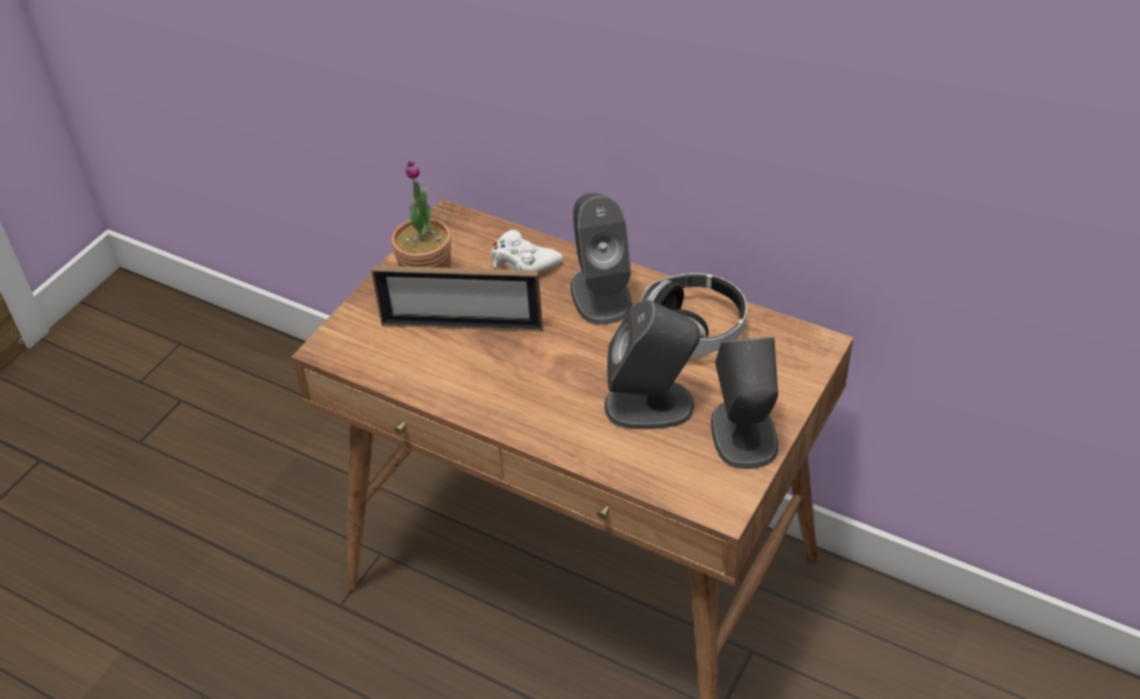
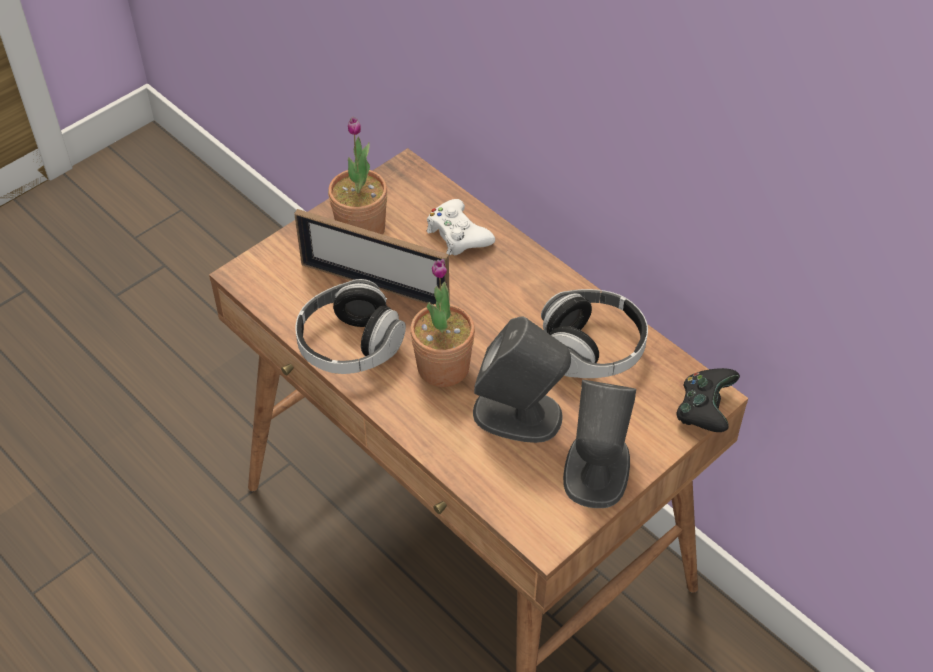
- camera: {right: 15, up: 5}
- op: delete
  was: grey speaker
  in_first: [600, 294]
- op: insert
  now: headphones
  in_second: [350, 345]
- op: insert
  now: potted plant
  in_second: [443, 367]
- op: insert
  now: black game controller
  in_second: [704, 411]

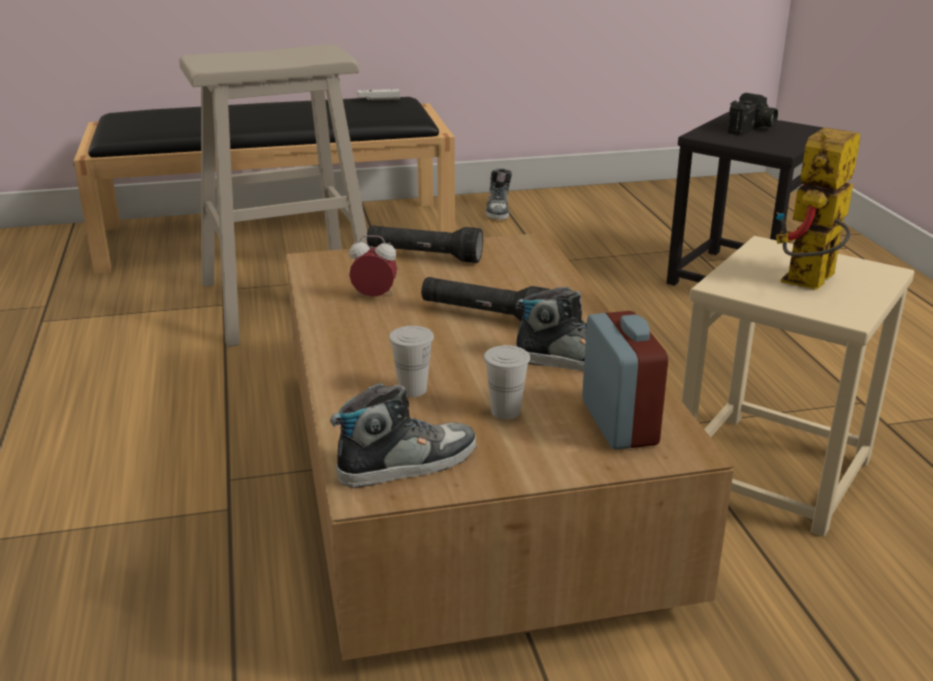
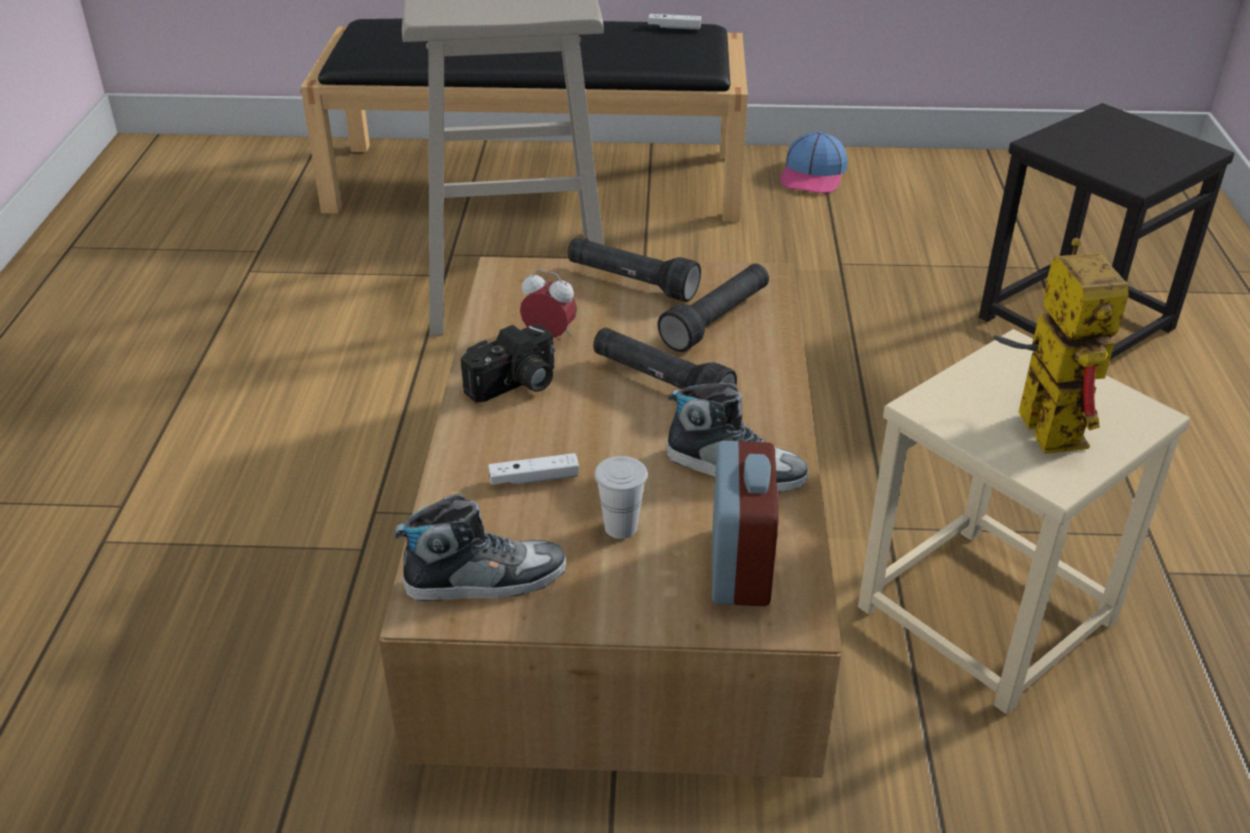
- camera: {right: 15, up: 10}
- op: insert
  now: black flashlight
  in_second: [717, 320]
- op: move
  was: photo camera
  in_first: [752, 128]
  in_second: [515, 385]
- op: replace
  was: white cup
  now: white game controller
  in_first: [412, 390]
  in_second: [534, 478]
- op: replace
  was: shoe
  now: cap
  in_first: [498, 210]
  in_second: [813, 175]
- op: rotate
  was: toy robot
  in_first: [809, 284]
  in_second: [1037, 420]
  clockwise: 120

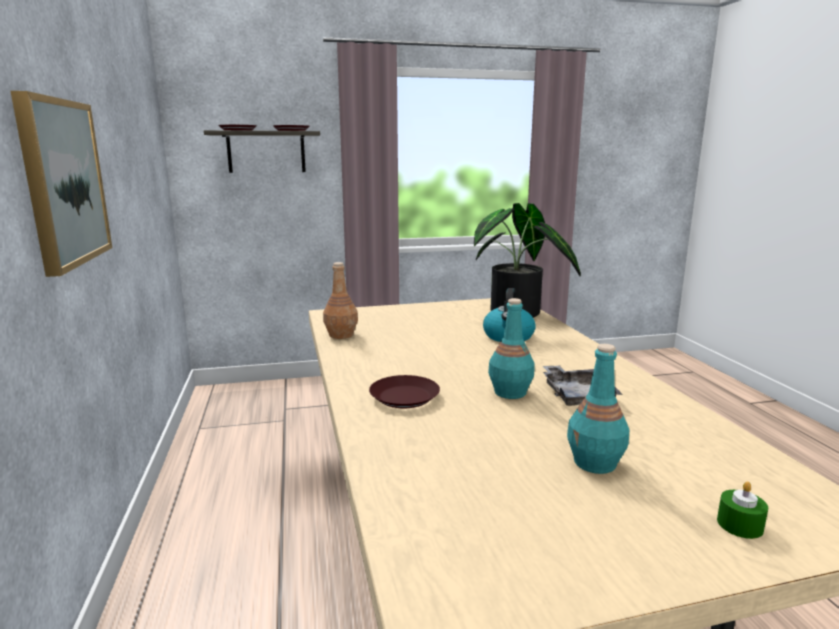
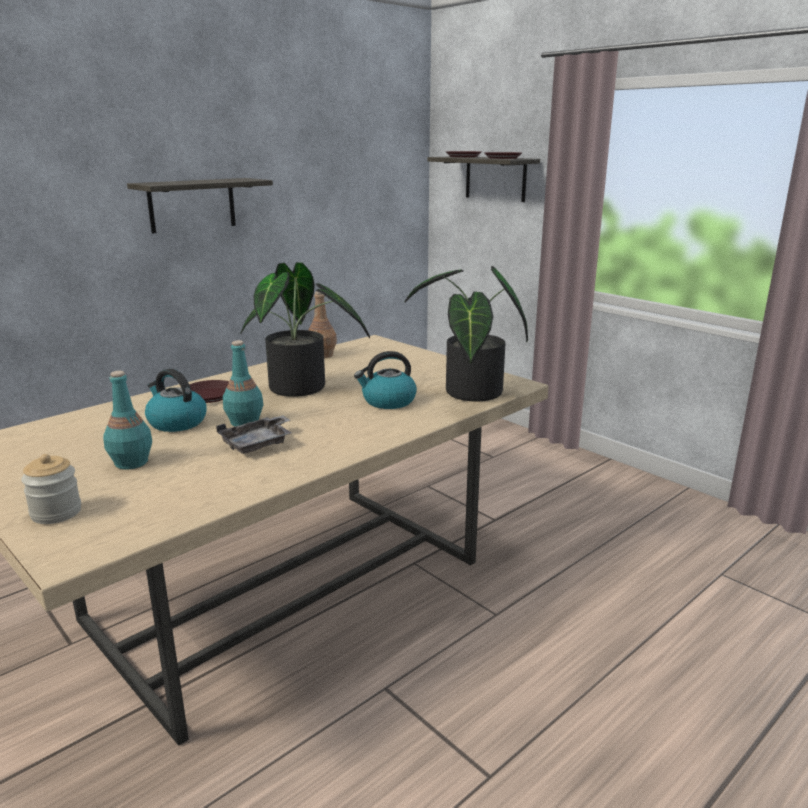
- camera: {right: 60, up: 5}
- op: insert
  now: kettle
  in_second: [176, 422]
- op: insert
  now: potted plant
  in_second: [302, 389]
- op: replace
  was: picture
  now: shelf
  in_first: [63, 182]
  in_second: [192, 205]
- op: replace
  was: green candle
  now: jar
  in_first: [739, 525]
  in_second: [56, 513]

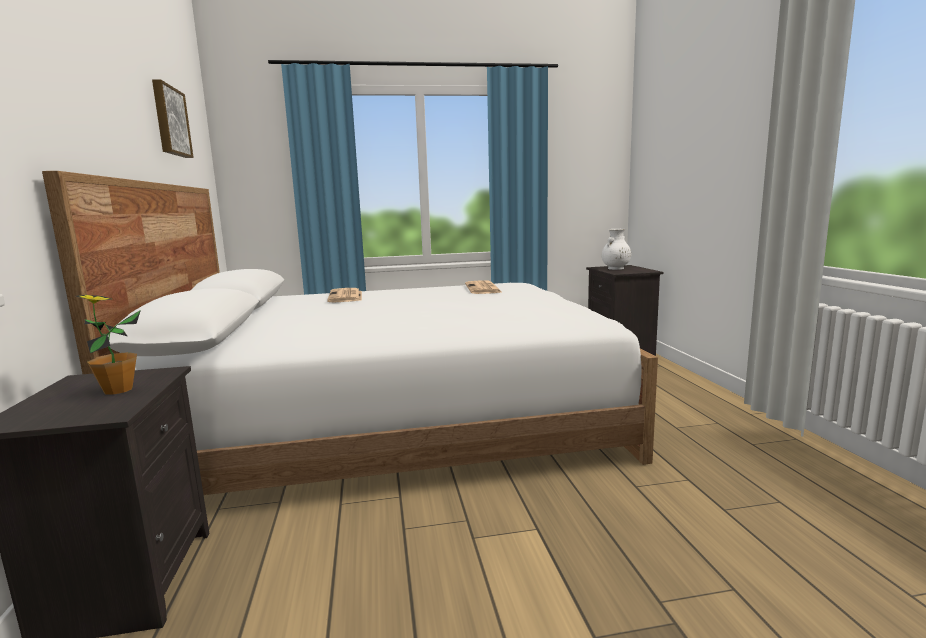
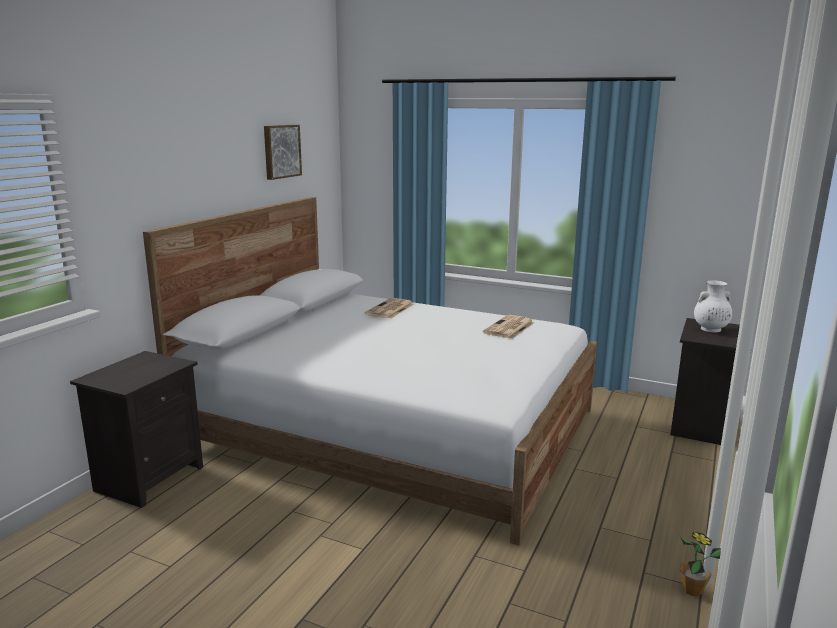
- camera: {right: 35, up: 5}
- op: move
  was: potted plant
  in_first: [118, 390]
  in_second: [692, 590]

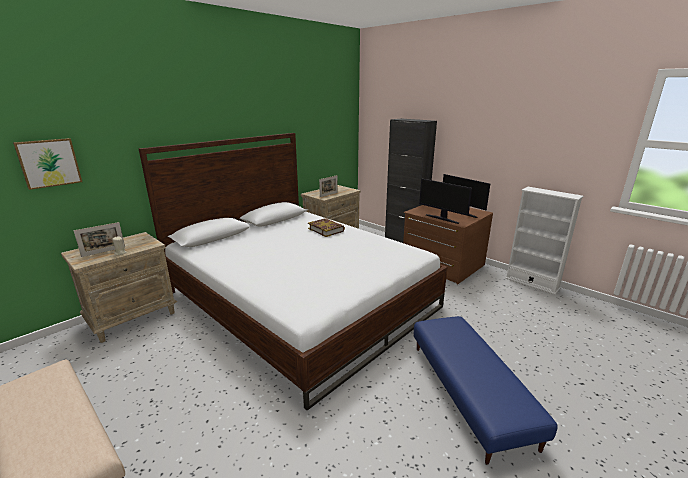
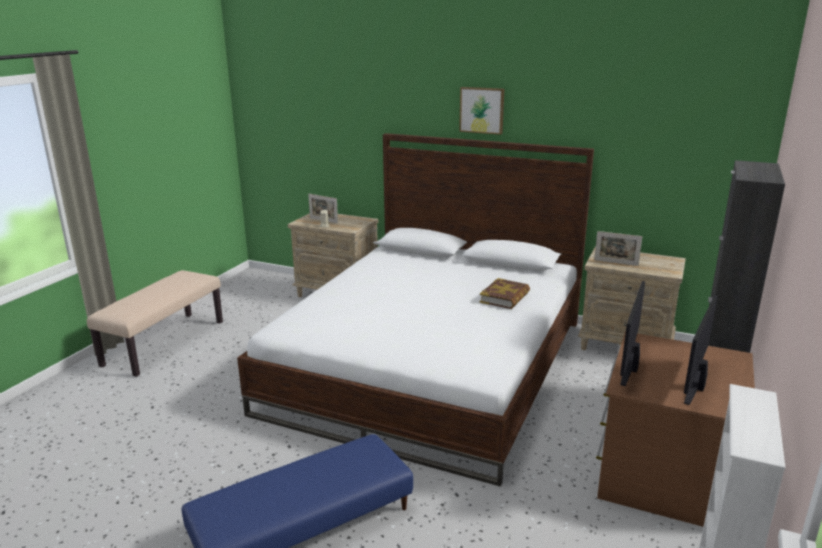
- camera: {right: 70, up: 0}
- op: move
  was: picture
  in_first: [49, 163]
  in_second: [482, 110]

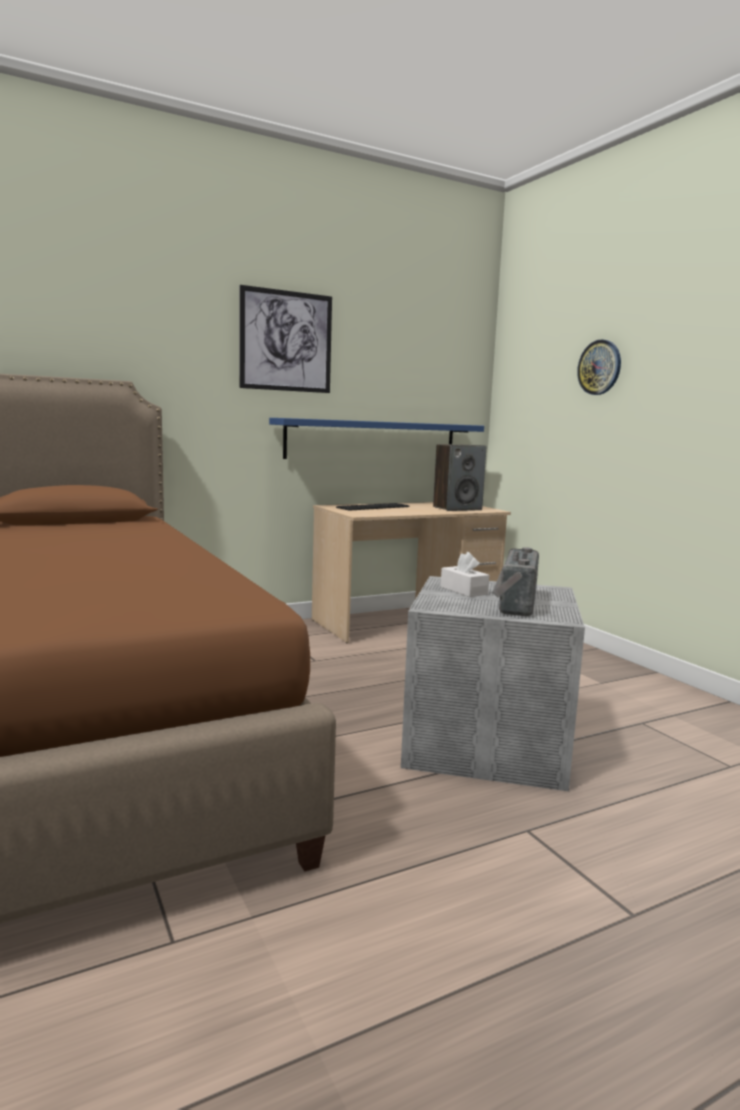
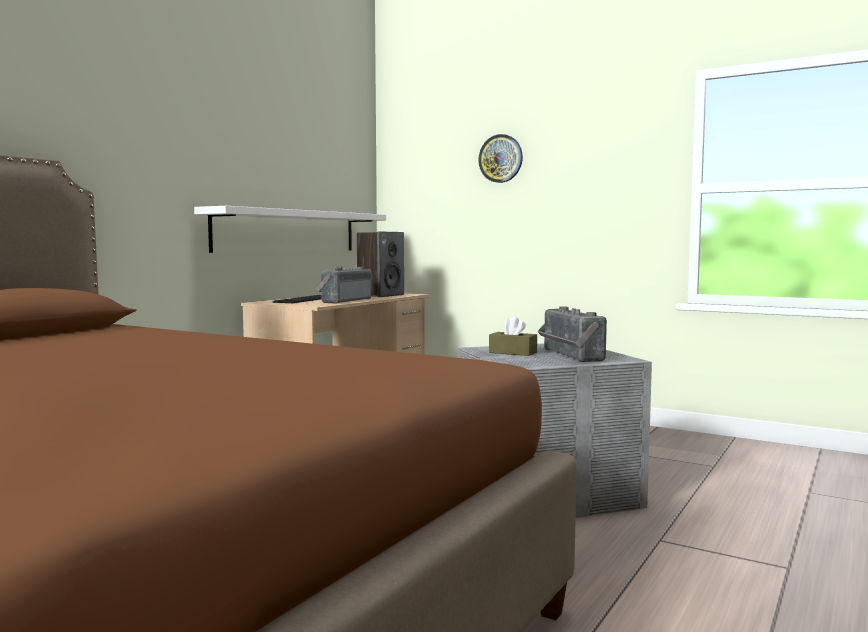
- camera: {right: -30, up: -5}
- op: delete
  was: picture
  in_first: [286, 341]
- op: insert
  now: radio
  in_second: [344, 300]
- op: recolor
  was: blue shelf
  now: white shelf
  in_first: [372, 440]
  in_second: [287, 231]
- op: recolor
  was: white tissue box
  now: brown tissue box
  in_first: [463, 590]
  in_second: [512, 352]

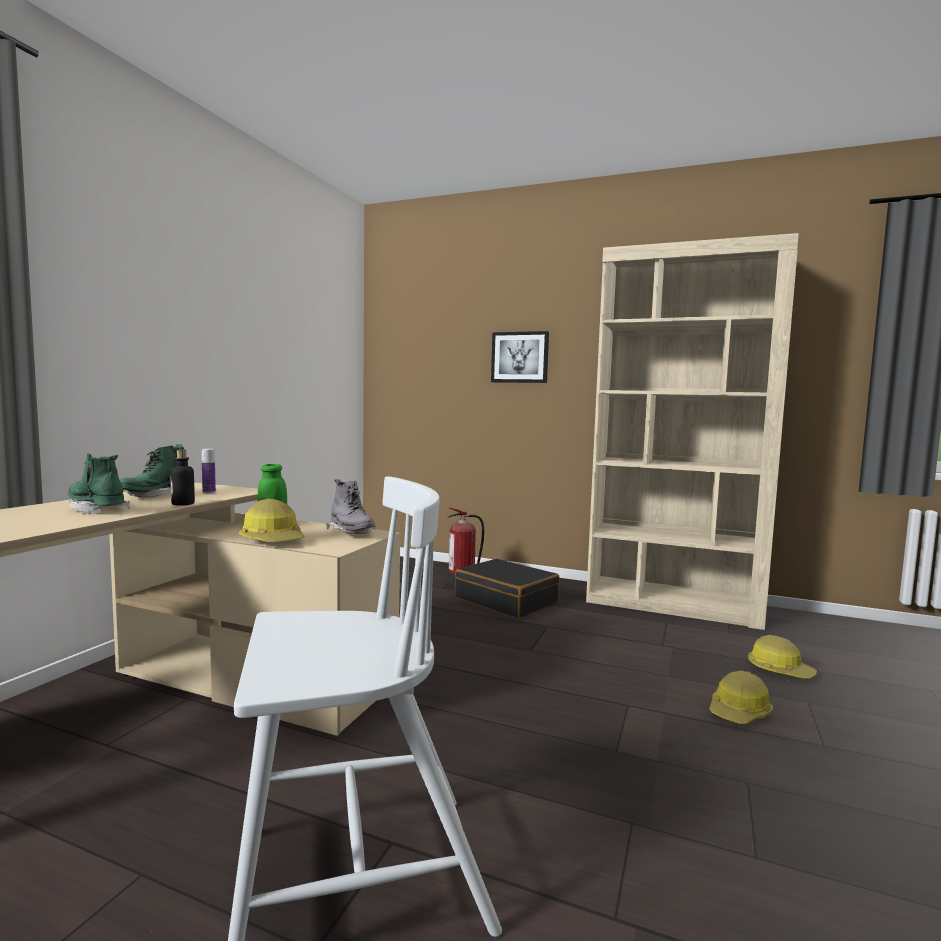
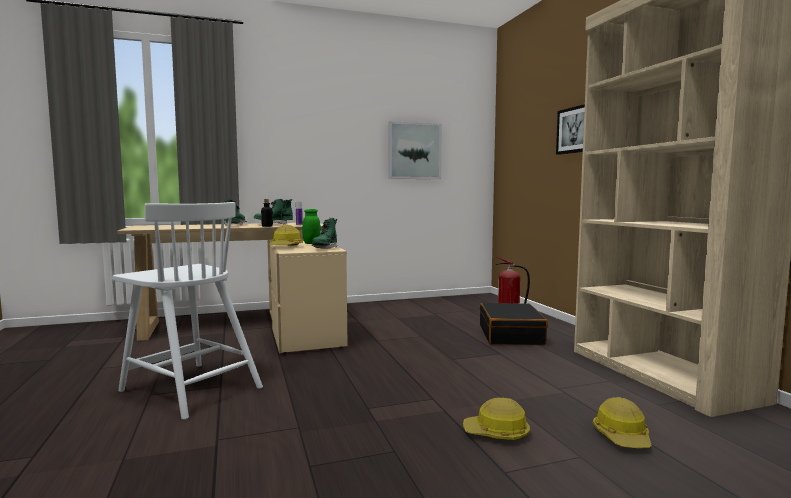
- camera: {right: 50, up: 0}
- op: insert
  now: picture
  in_second: [414, 151]
- op: recolor
  was: grey boot
  now: green boot
  in_first: [351, 533]
  in_second: [325, 248]

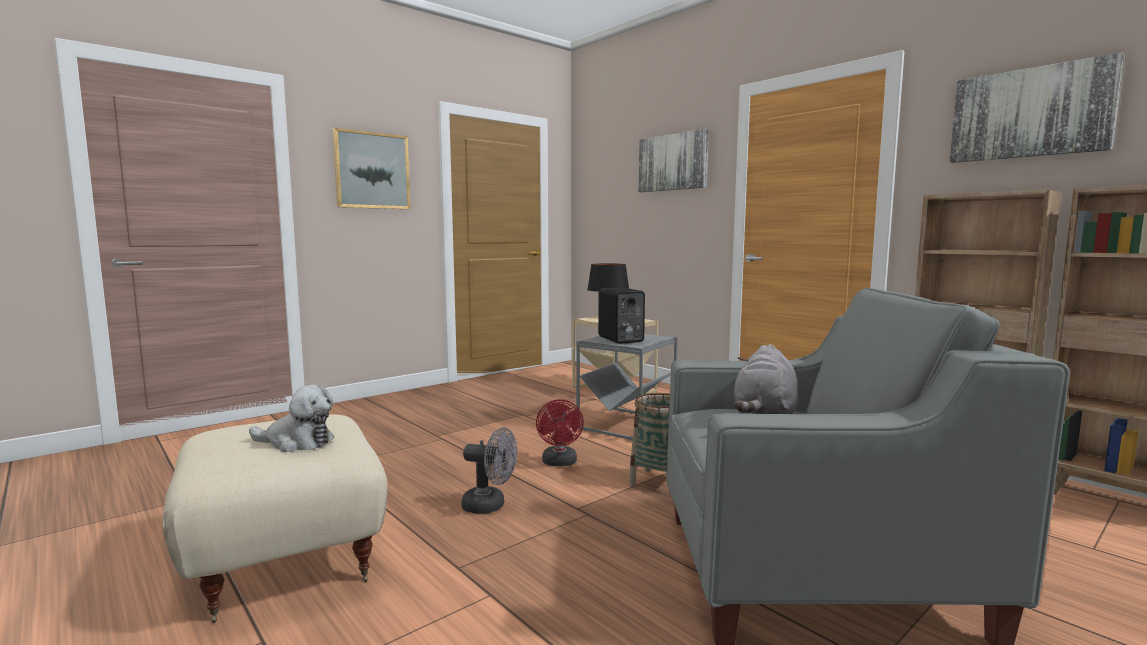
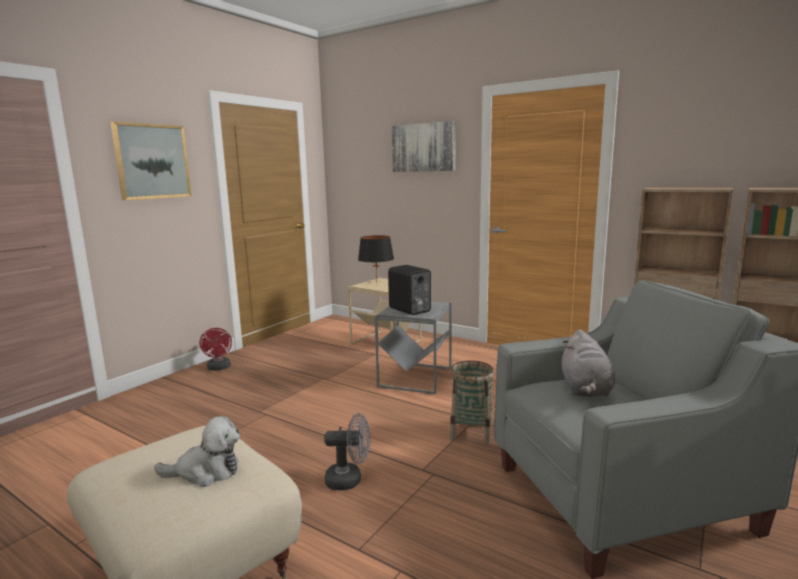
- camera: {right: -15, up: 5}
- op: delete
  was: picture
  in_first: [1030, 113]
- op: move
  was: red fan
  in_first: [560, 463]
  in_second: [219, 368]

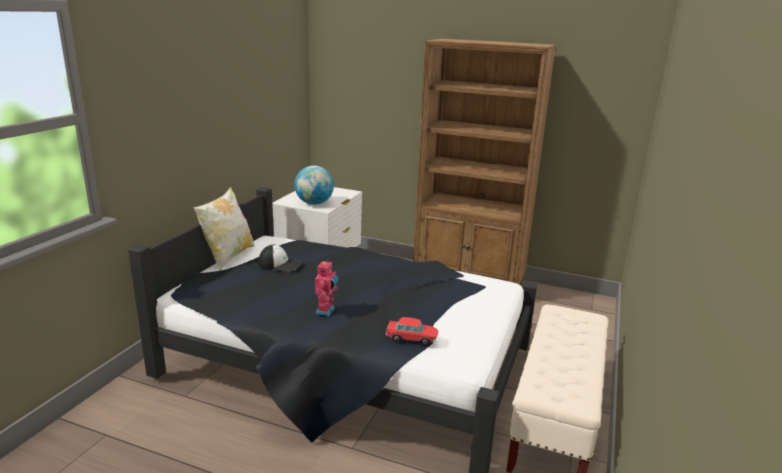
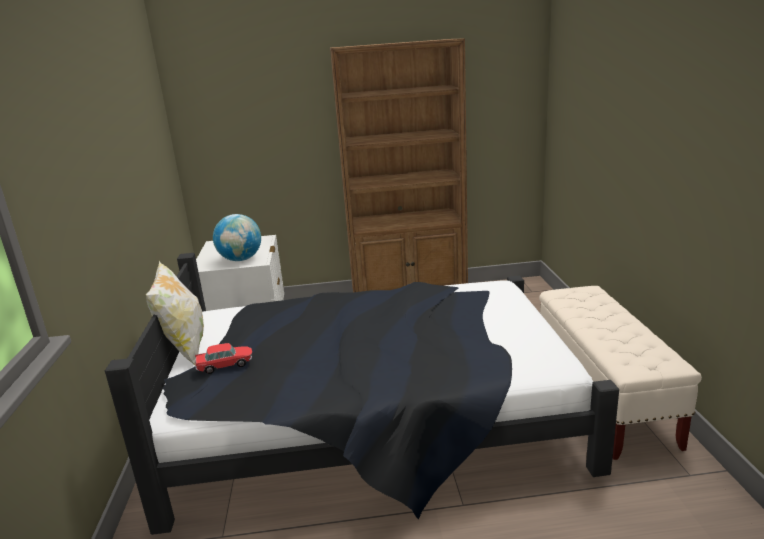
- camera: {right: -25, up: 0}
- op: delete
  was: cap
  in_first: [280, 264]
- op: delete
  was: toy robot
  in_first: [326, 311]
- op: move
  was: toy car
  in_first: [411, 338]
  in_second: [225, 365]

